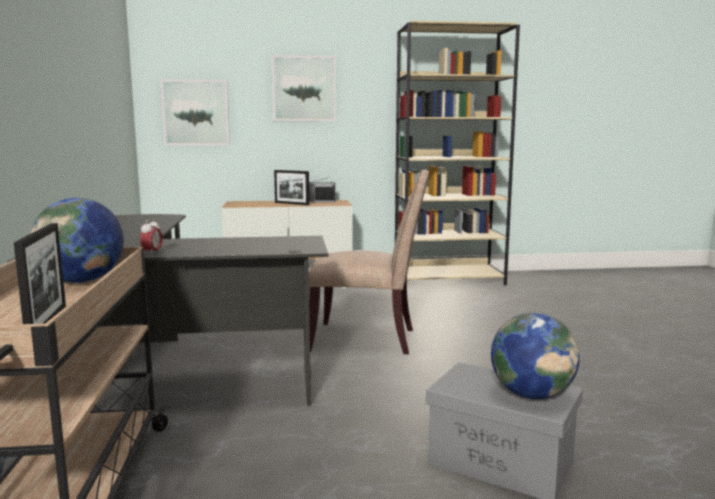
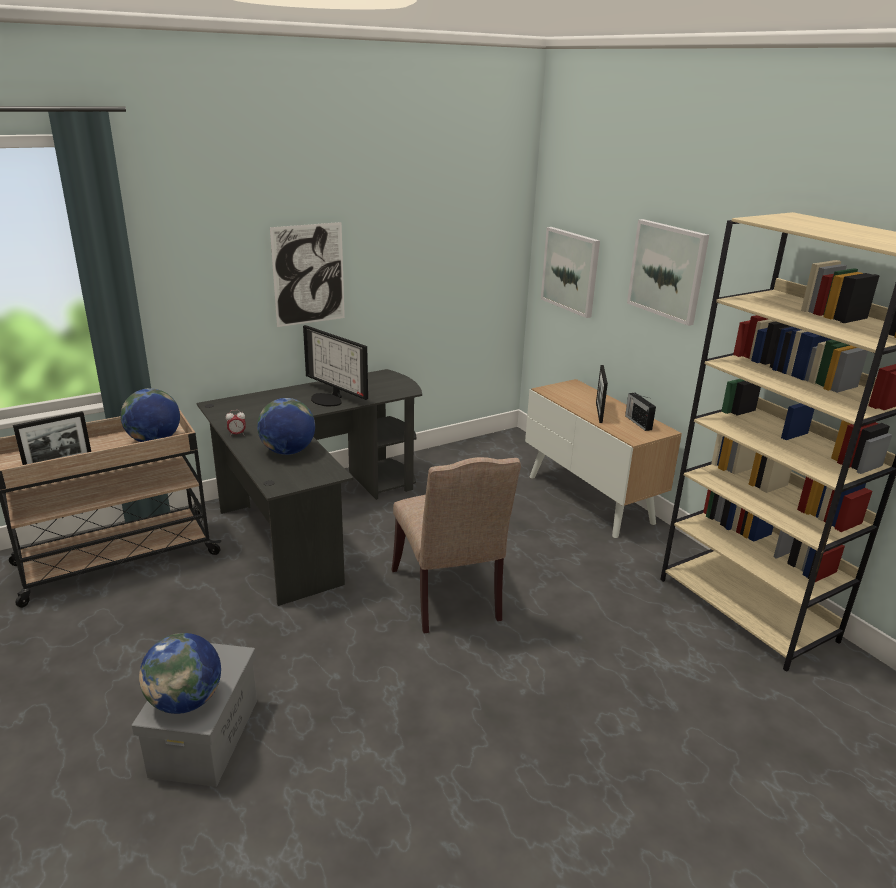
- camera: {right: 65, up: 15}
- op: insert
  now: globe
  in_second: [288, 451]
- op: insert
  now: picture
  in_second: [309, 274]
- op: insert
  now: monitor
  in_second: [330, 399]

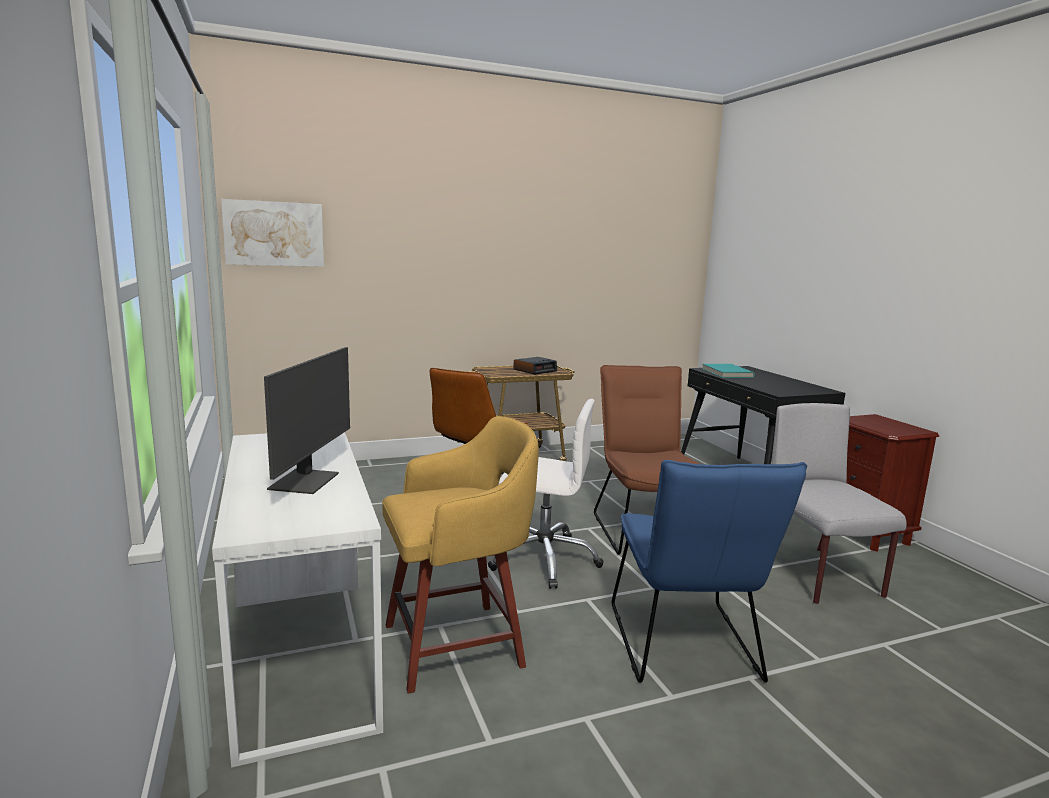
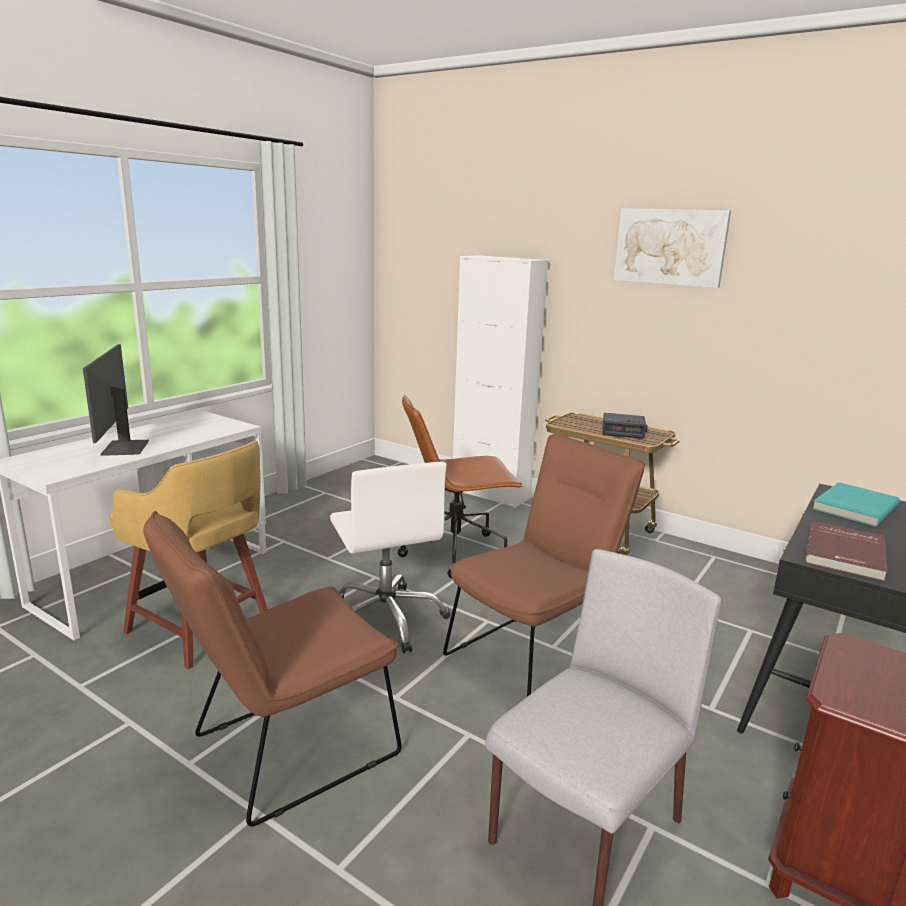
- camera: {right: 55, up: 5}
- op: insert
  now: white cabinet
  in_second: [490, 494]
- op: insert
  now: red book
  in_second: [846, 554]
- op: move
  was: picture
  in_first: [274, 233]
  in_second: [670, 247]
- op: recolor
  was: blue chair
  now: brown chair
  in_first: [685, 648]
  in_second: [283, 751]
- op: rotate
  was: monitor
  in_first: [306, 481]
  in_second: [123, 448]
  clockwise: 105

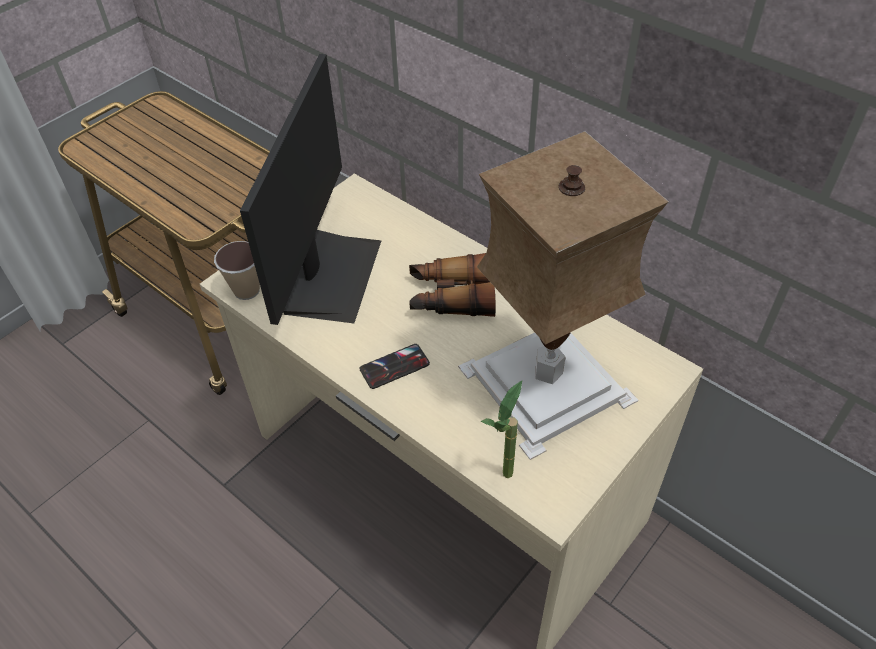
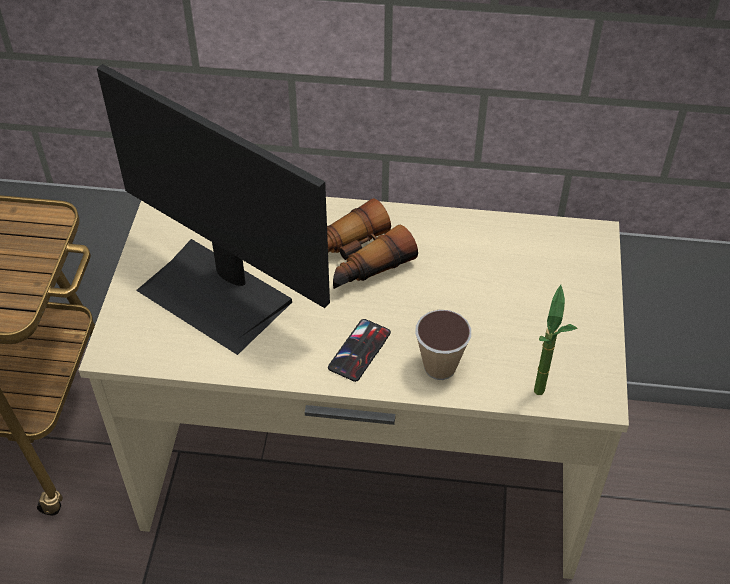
- camera: {right: -35, up: 0}
- op: delete
  was: table lamp
  in_first: [545, 387]
- op: move
  was: cup
  in_first: [246, 290]
  in_second: [440, 367]
- op: rotate
  was: monitor
  in_first: [331, 274]
  in_second: [217, 294]
  clockwise: 150

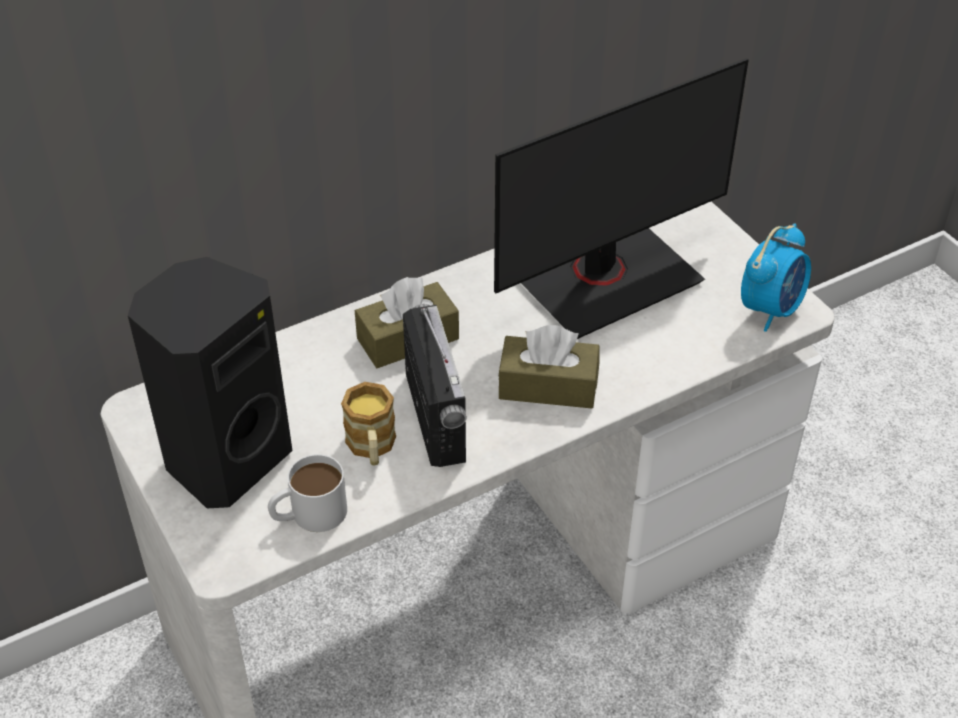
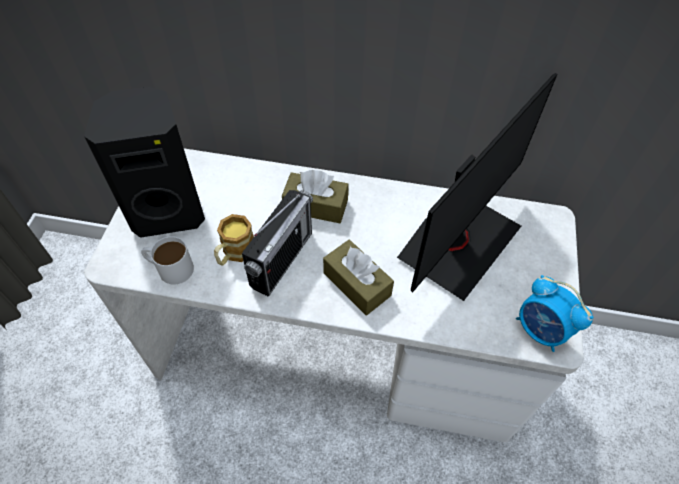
- camera: {right: 40, up: 10}
- op: rotate
  was: monitor
  in_first: [606, 279]
  in_second: [457, 242]
  clockwise: -60
- op: rotate
  was: alarm clock
  in_first: [771, 309]
  in_second: [541, 330]
  clockwise: 60

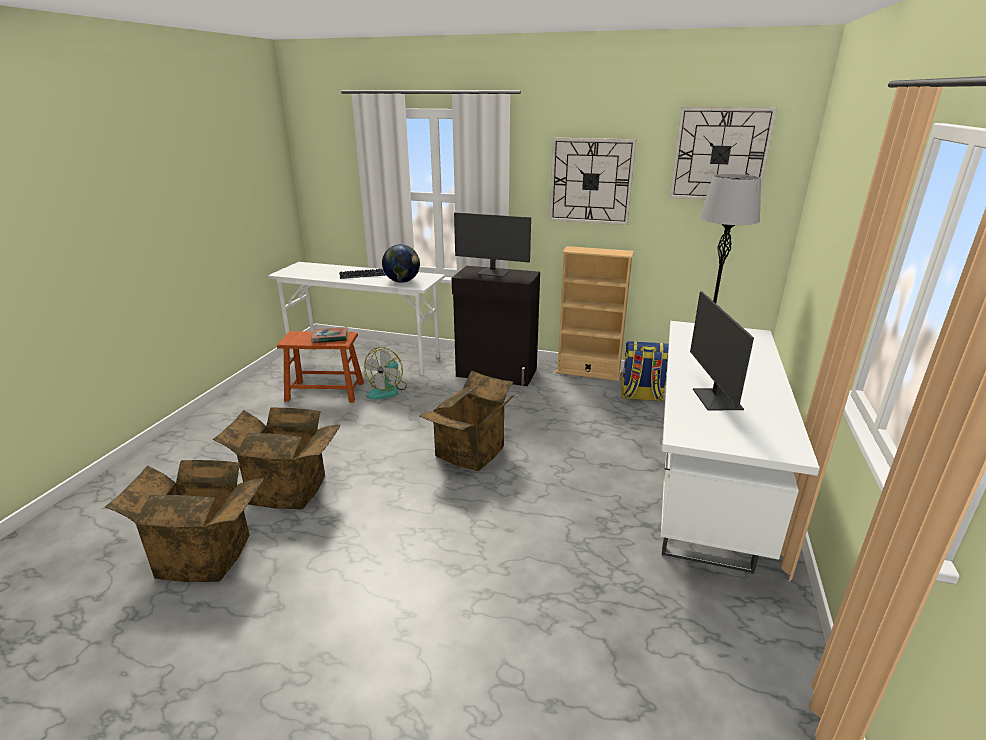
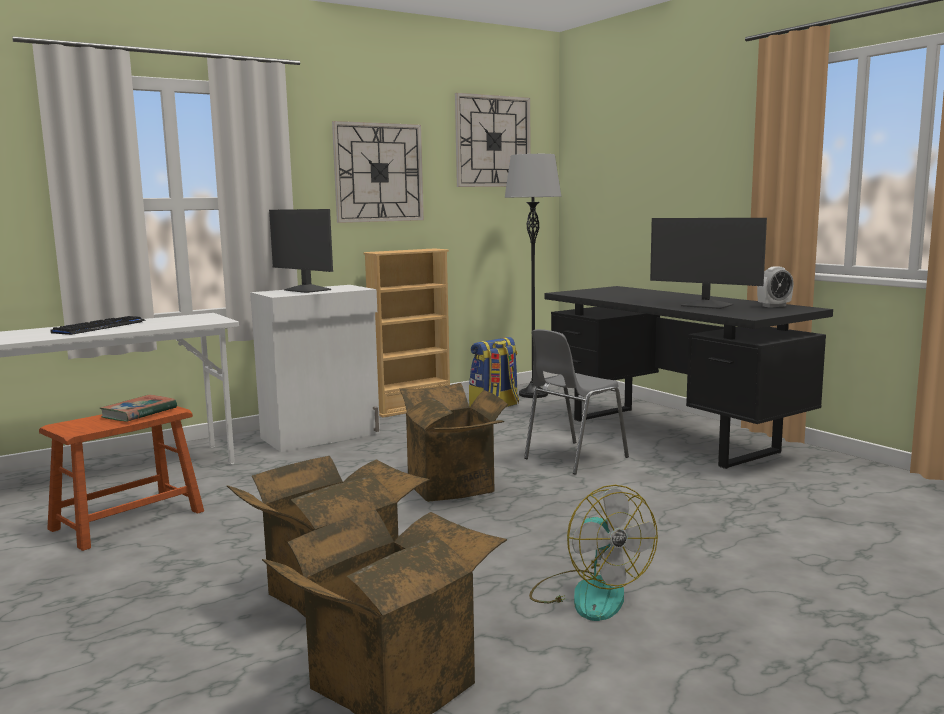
- camera: {right: -50, up: -15}
- op: delete
  was: globe
  in_first: [402, 282]
- op: insert
  now: grey chair
  in_second: [573, 458]
- op: insert
  now: alarm clock
  in_second: [774, 306]
- op: move
  was: fan
  in_first: [387, 390]
  in_second: [589, 594]
- op: recolor
  was: black cabinet
  now: white cabinet
  in_first: [496, 373]
  in_second: [322, 436]
- op: recolor
  was: white desk
  now: black desk
  in_first: [705, 495]
  in_second: [671, 435]
- op: rotate
  was: monitor
  in_first: [493, 273]
  in_second: [306, 290]
  clockwise: 75

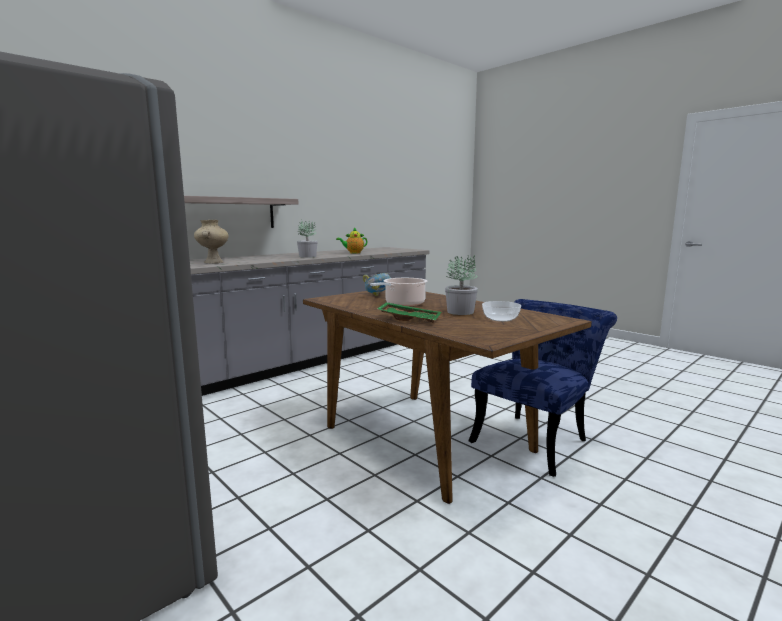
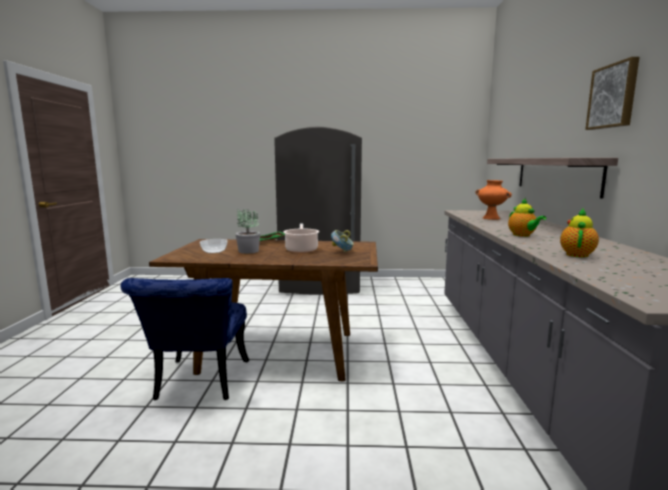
- camera: {right: 135, up: 0}
- op: insert
  now: picture
  in_second: [613, 96]
- op: replace
  was: potted plant
  now: teapot
  in_first: [307, 256]
  in_second: [522, 235]
- op: recolor
  was: beige vase
  now: orange vase
  in_first: [213, 262]
  in_second: [491, 218]

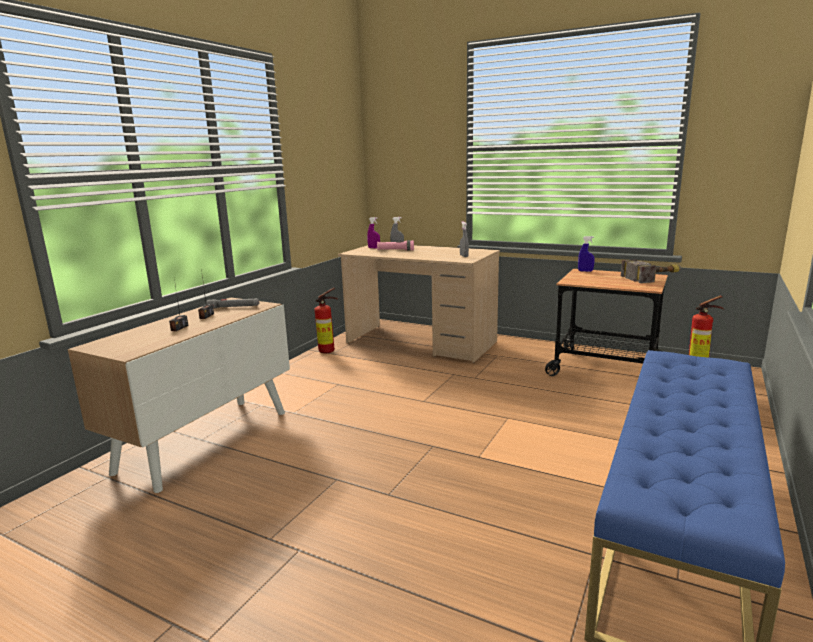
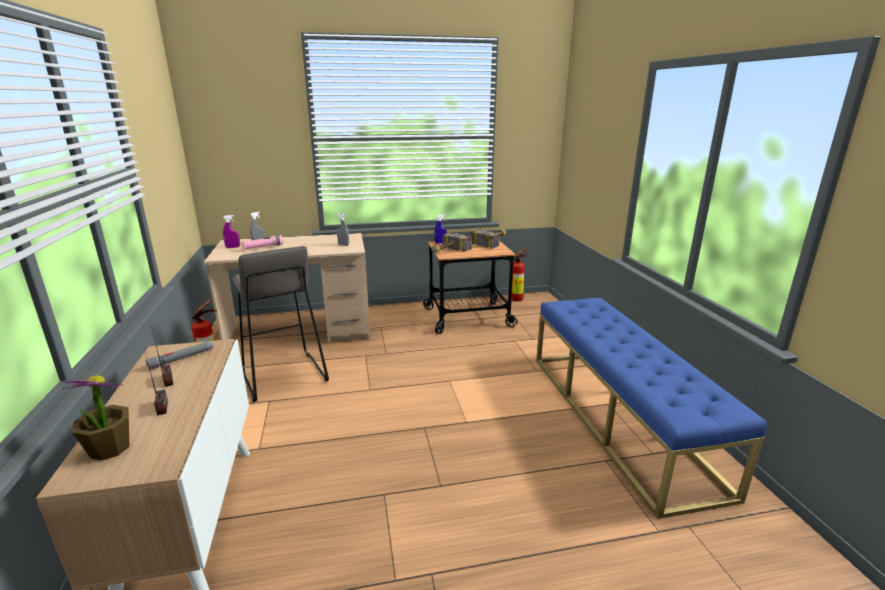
- camera: {right: -40, up: 5}
- op: insert
  now: potted plant
  in_second: [110, 448]
- op: insert
  now: grey stool
  in_second: [283, 376]
- op: insert
  now: hammer
  in_second: [446, 251]

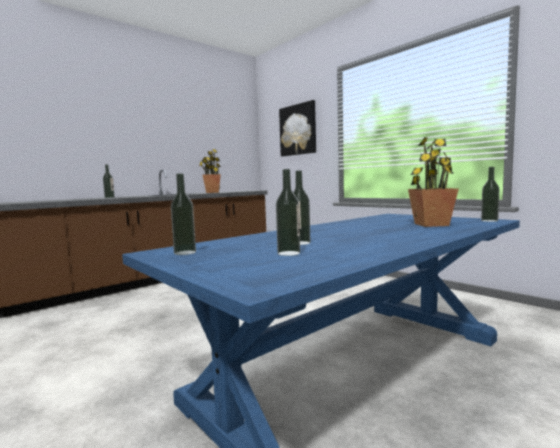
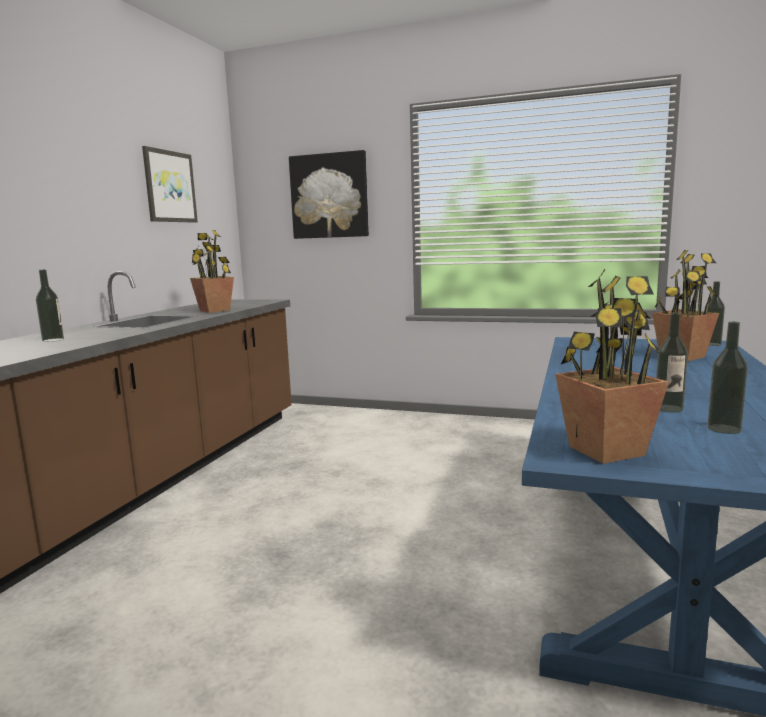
- camera: {right: -30, up: 5}
- op: insert
  now: picture
  in_second: [169, 186]
- op: replace
  was: bottle
  now: potted plant
  in_first: [185, 252]
  in_second: [605, 450]

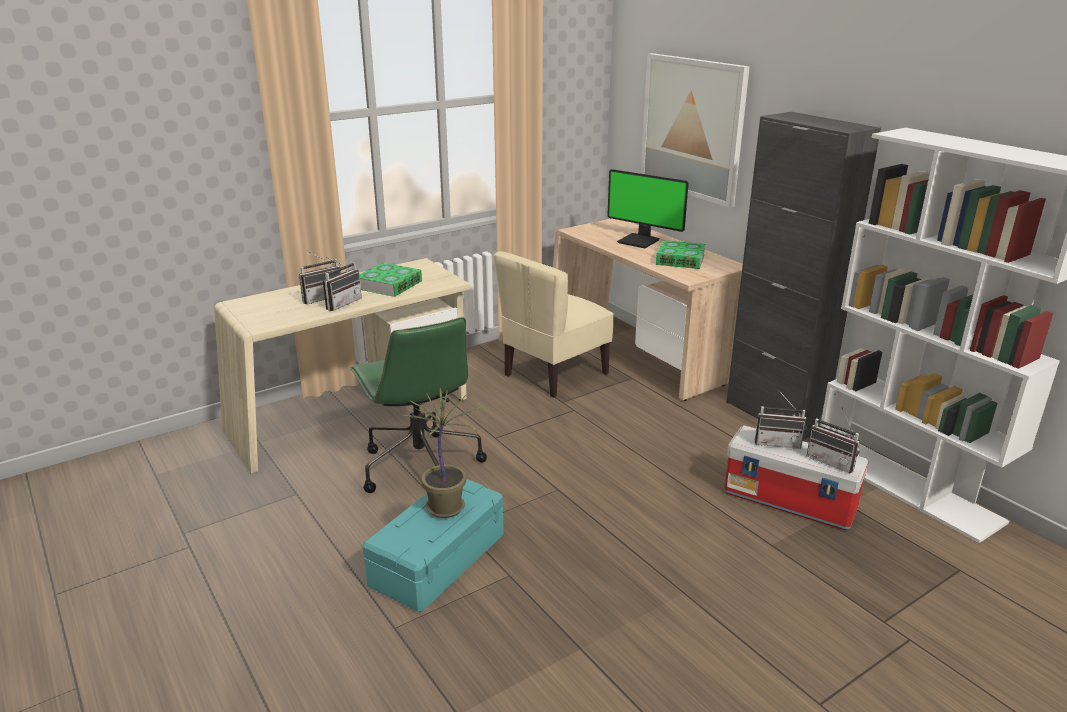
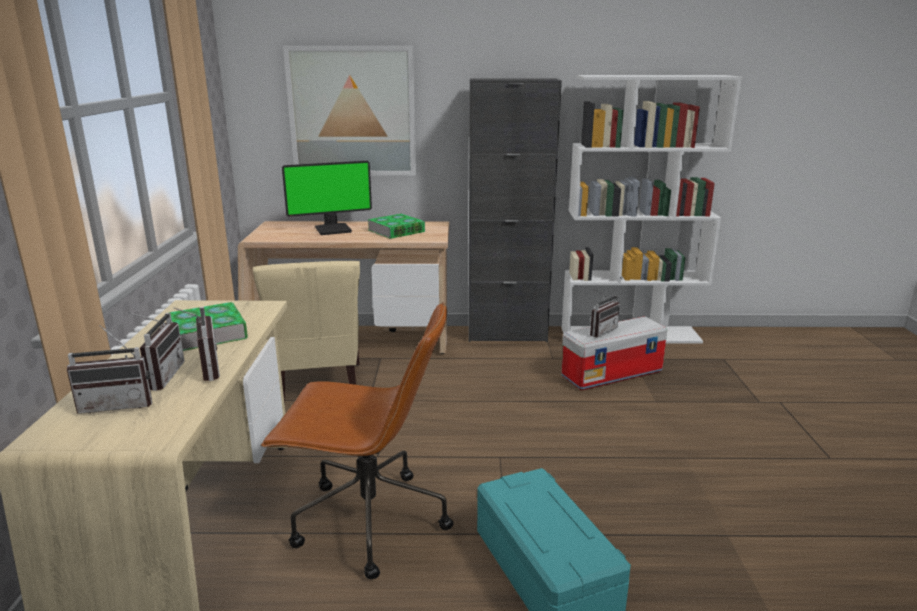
- camera: {right: -55, up: -5}
- op: delete
  was: potted plant
  in_first: [447, 508]
- op: move
  was: radio
  in_first: [832, 461]
  in_second: [119, 404]
- op: recolor
  was: green office chair
  now: brown office chair
  in_first: [419, 466]
  in_second: [367, 522]

